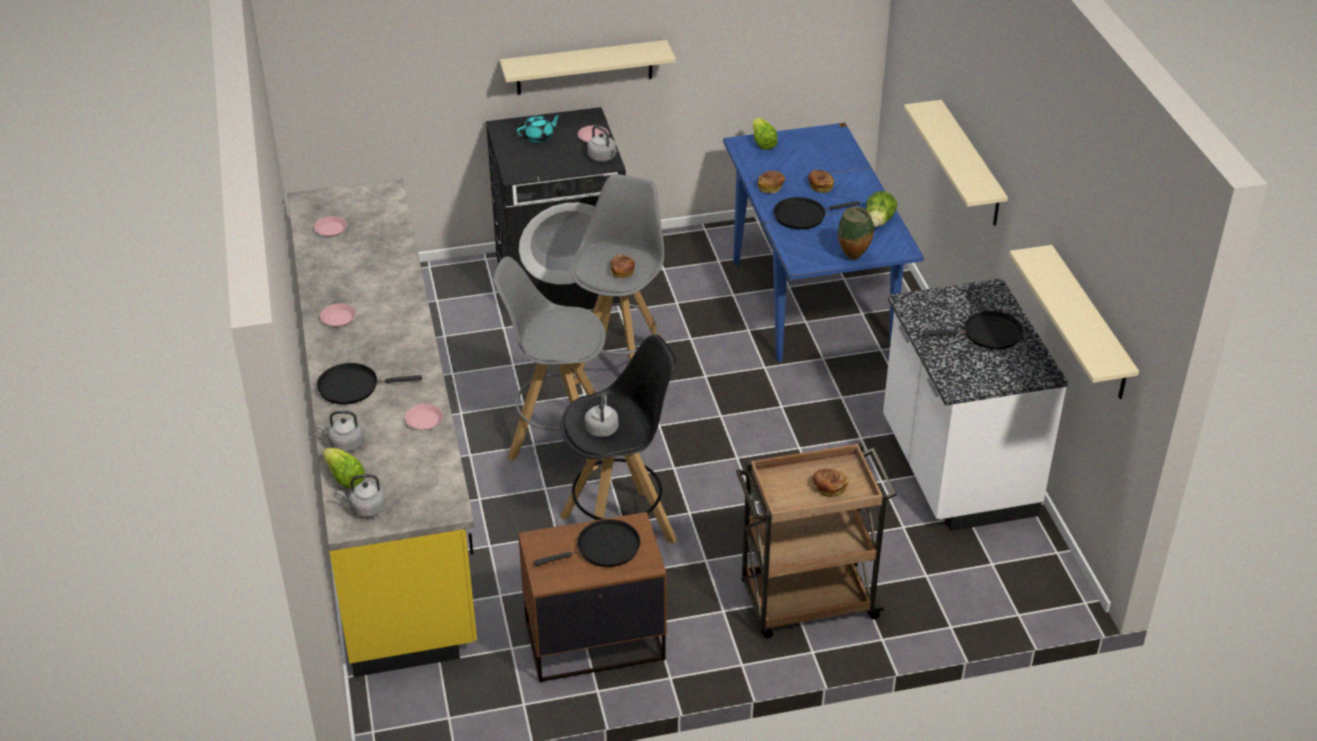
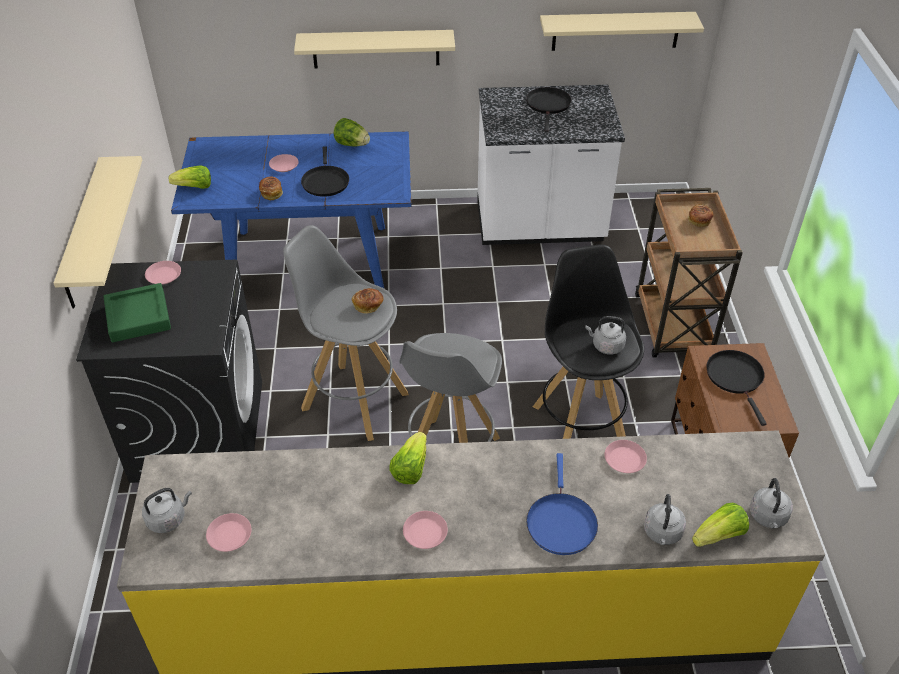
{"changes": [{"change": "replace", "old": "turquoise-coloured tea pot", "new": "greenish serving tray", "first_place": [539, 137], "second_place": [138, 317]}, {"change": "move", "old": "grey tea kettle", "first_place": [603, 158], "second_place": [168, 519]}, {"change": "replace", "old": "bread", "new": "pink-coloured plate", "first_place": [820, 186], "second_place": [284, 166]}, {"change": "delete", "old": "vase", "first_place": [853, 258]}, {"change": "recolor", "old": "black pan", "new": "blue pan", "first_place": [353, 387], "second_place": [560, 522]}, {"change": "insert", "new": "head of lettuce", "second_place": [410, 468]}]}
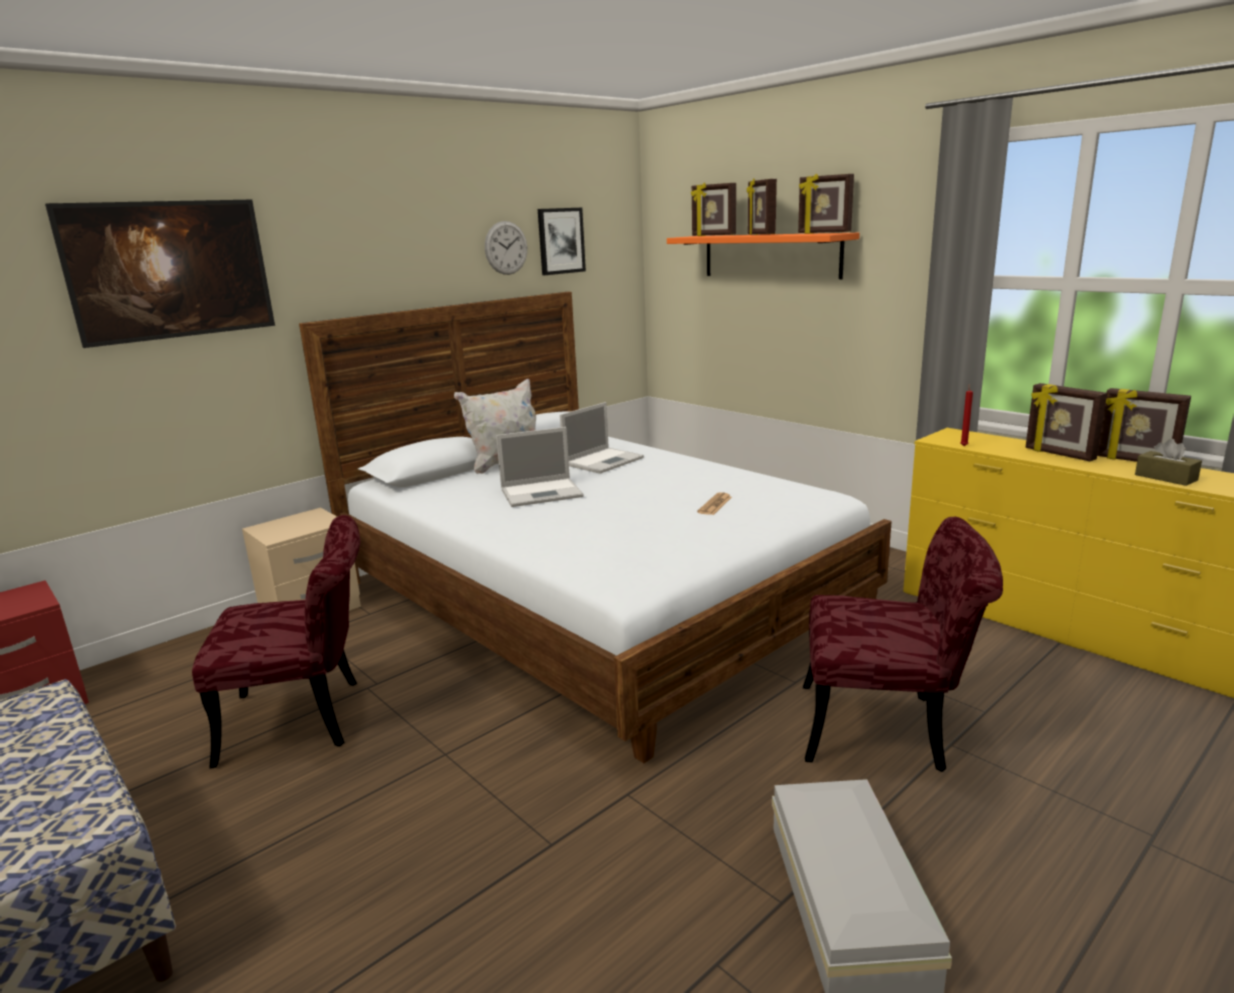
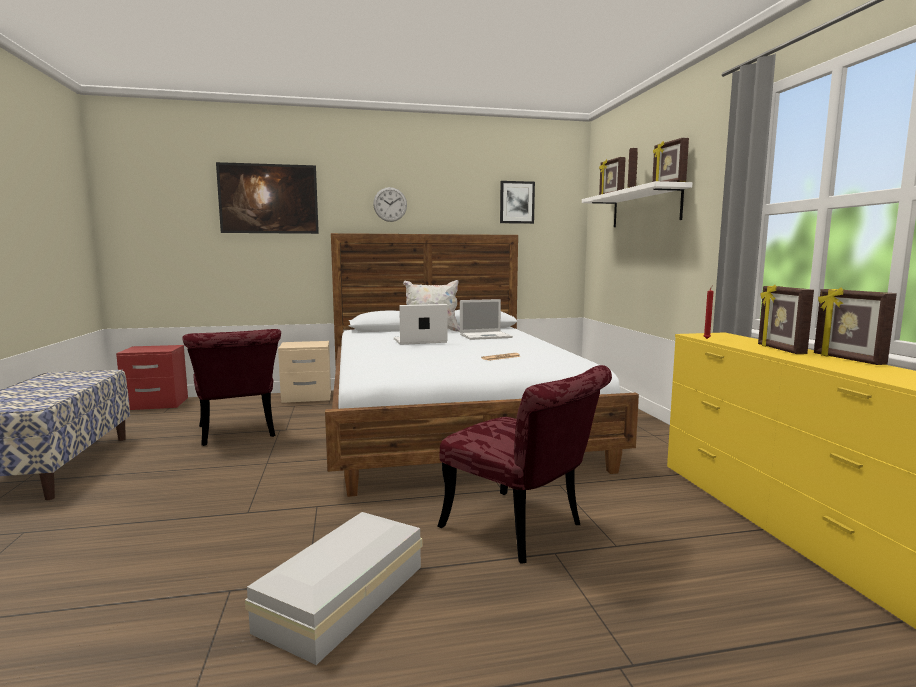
{"changes": [{"change": "move", "old": "hanging clock", "first_place": [506, 248], "second_place": [390, 204]}, {"change": "recolor", "old": "orange-coloured bracket shelf", "new": "whitish bracket shelf", "first_place": [770, 256], "second_place": [645, 208]}, {"change": "rotate", "old": "portable computer", "first_place": [543, 493], "second_place": [419, 341], "degrees": 150}, {"change": "delete", "old": "brown tissue box", "first_place": [1165, 477]}, {"change": "rotate", "old": "reddish upright chair", "first_place": [308, 718], "second_place": [238, 434], "degrees": 45}]}
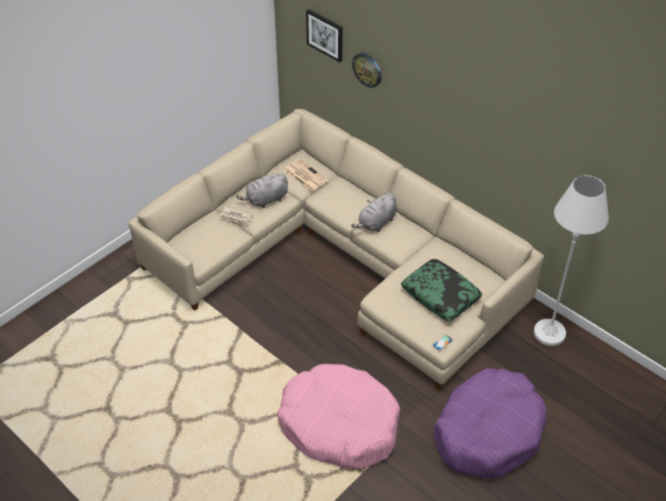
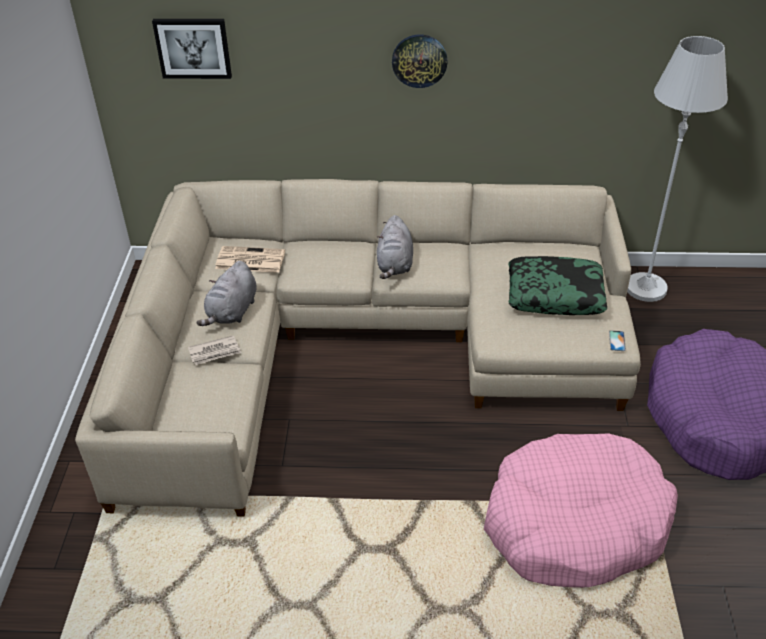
{"changes": [{"change": "move", "old": "hanging clock", "first_place": [367, 69], "second_place": [419, 60]}]}
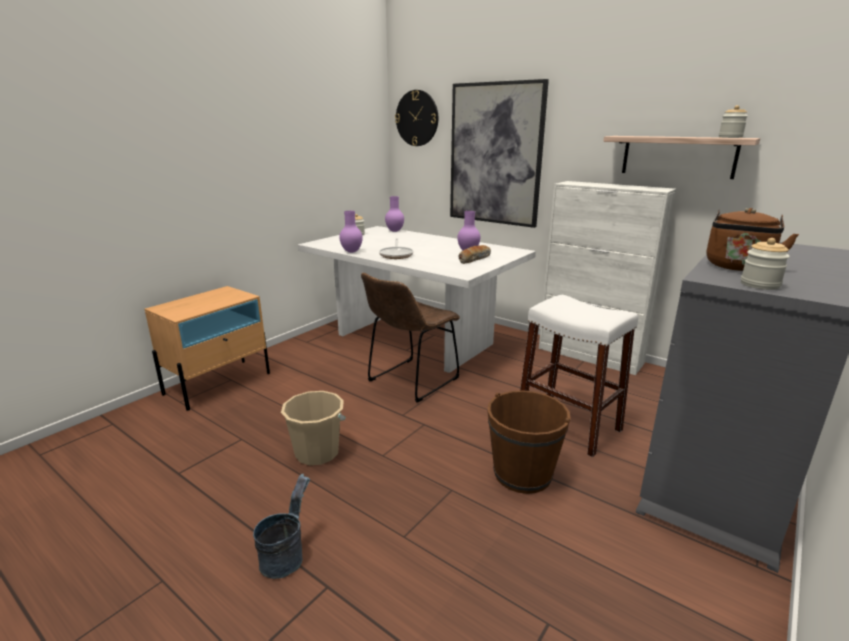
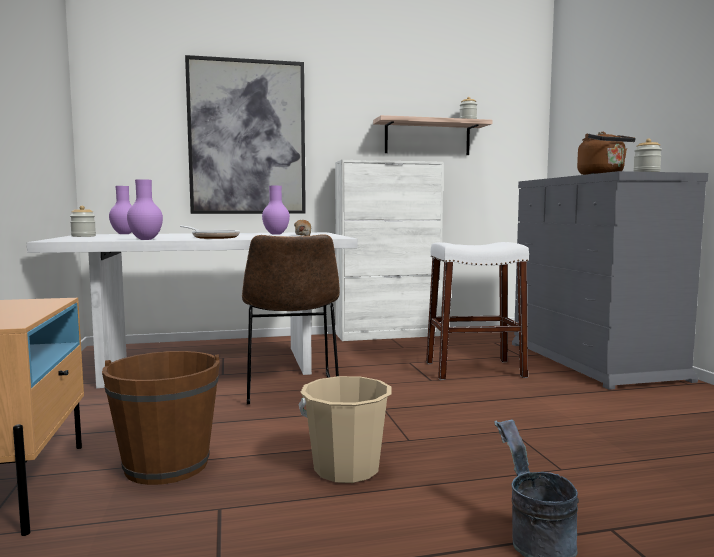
{"changes": [{"change": "delete", "old": "hanging clock", "first_place": [417, 118]}, {"change": "move", "old": "brown water bucket", "first_place": [522, 474], "second_place": [166, 466]}]}
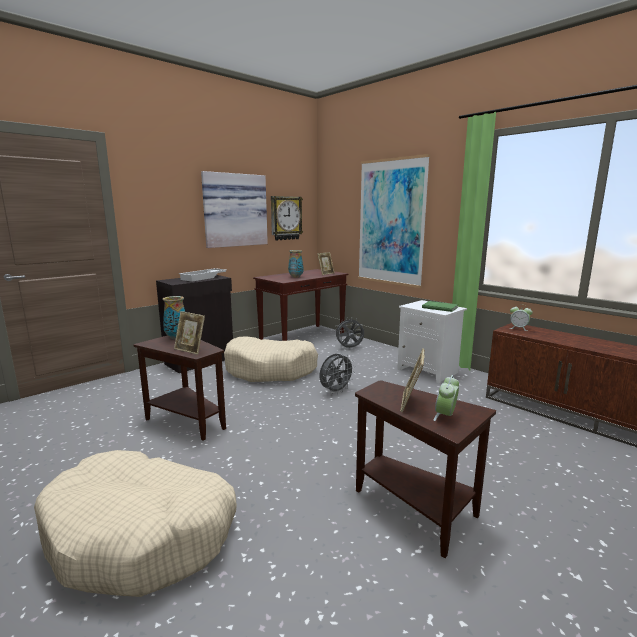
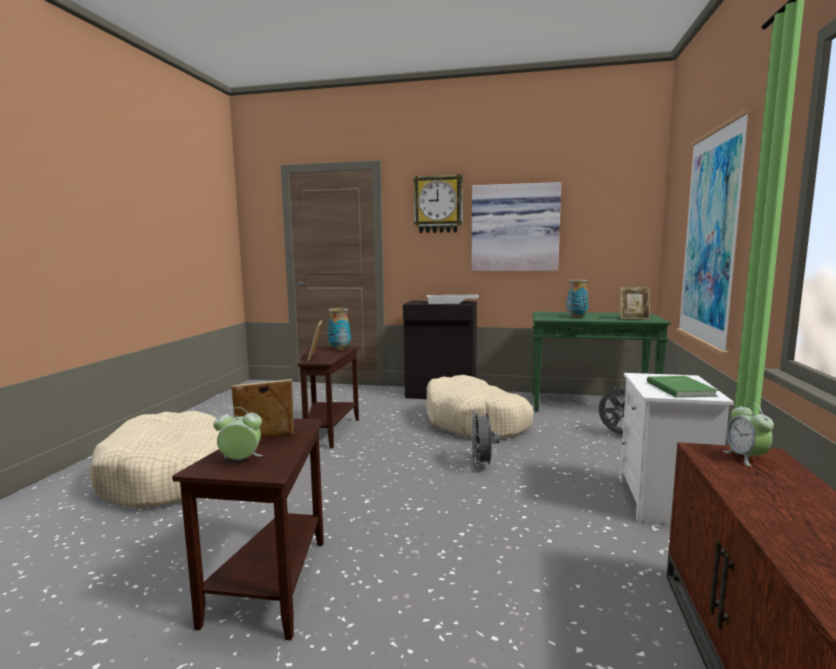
{"changes": [{"change": "move", "old": "hanging clock", "first_place": [285, 218], "second_place": [438, 204]}, {"change": "recolor", "old": "brown hall table", "new": "greenish hall table", "first_place": [303, 337], "second_place": [592, 405]}, {"change": "rotate", "old": "grey electric fan", "first_place": [335, 391], "second_place": [482, 465], "degrees": 75}]}
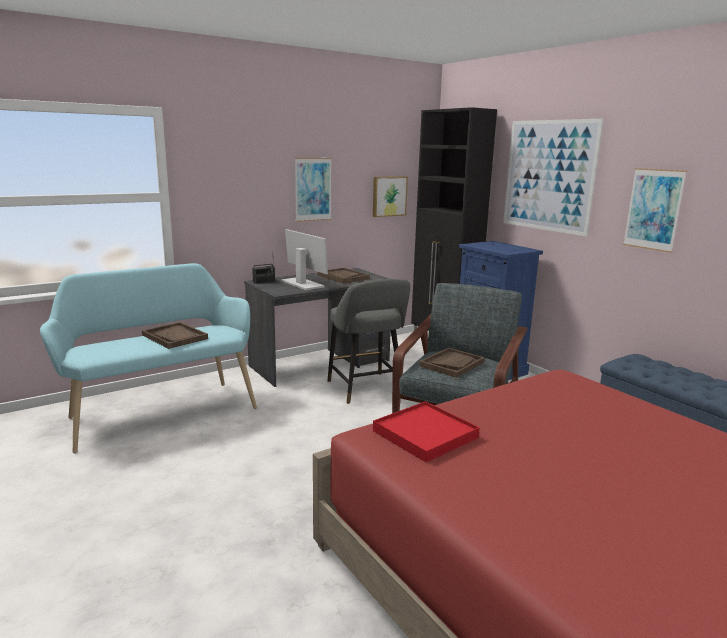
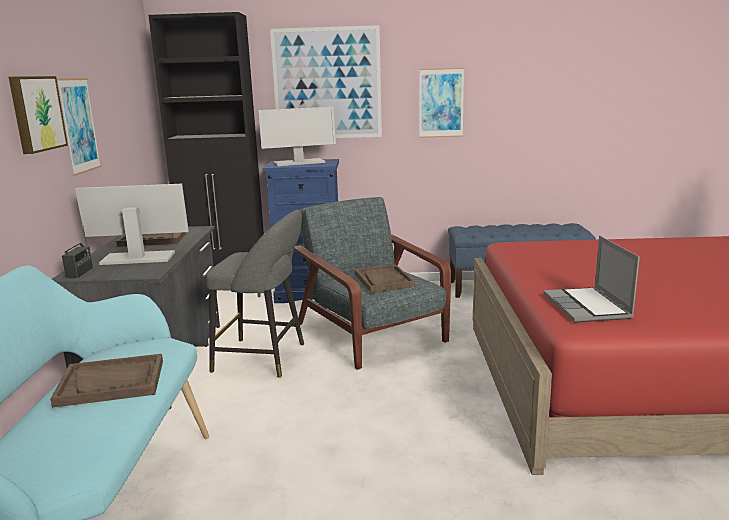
{"changes": [{"change": "move", "old": "wall art", "first_place": [389, 196], "second_place": [35, 113]}, {"change": "replace", "old": "reddish serving tray", "new": "portable computer", "first_place": [425, 434], "second_place": [588, 307]}, {"change": "insert", "new": "computer screen", "second_place": [298, 163]}]}
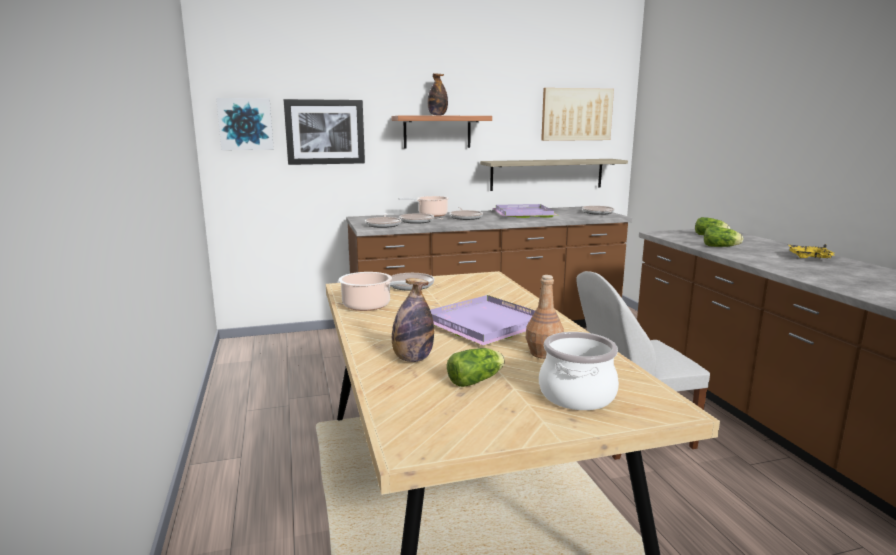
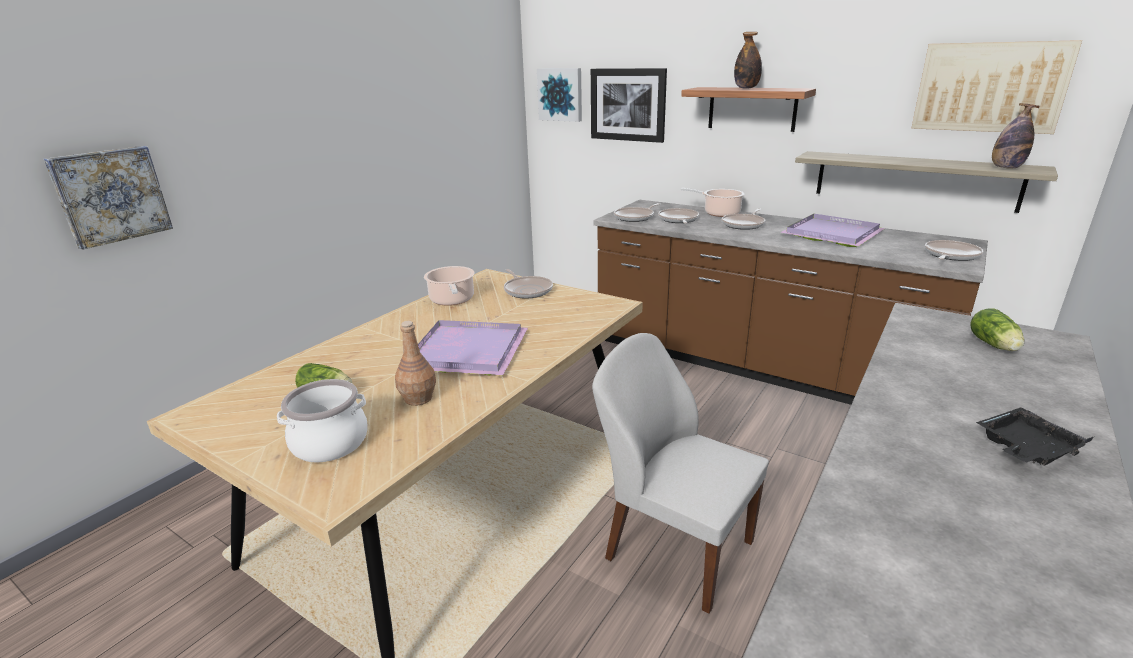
{"changes": [{"change": "delete", "old": "head of lettuce", "first_place": [722, 247]}, {"change": "recolor", "old": "yellow serving tray", "new": "black serving tray", "first_place": [810, 258], "second_place": [1025, 448]}, {"change": "move", "old": "beverage bottle", "first_place": [412, 359], "second_place": [1006, 167]}, {"change": "insert", "new": "wall art", "second_place": [111, 195]}]}
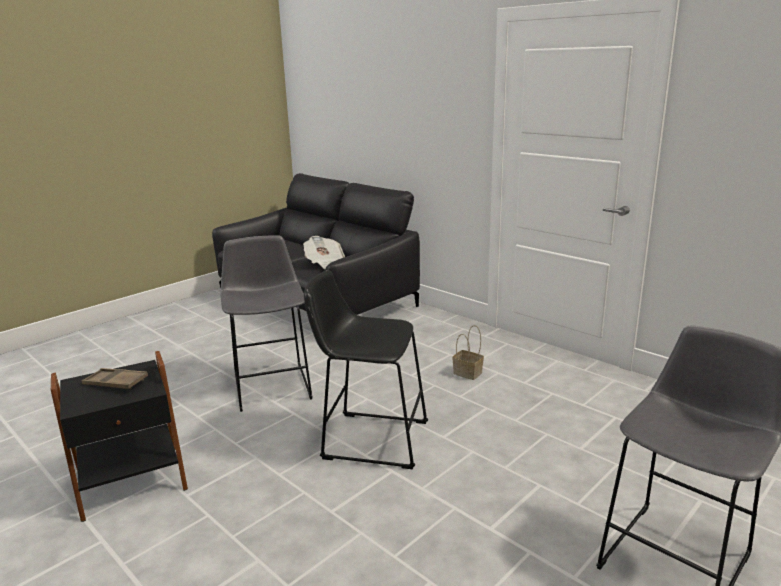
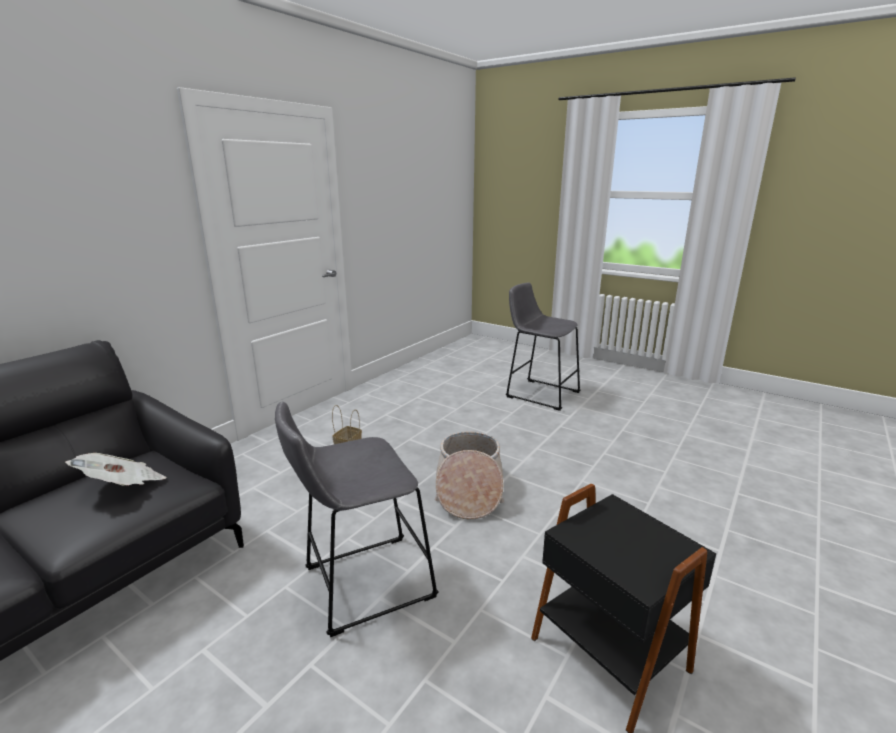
{"changes": [{"change": "replace", "old": "black stool seat", "new": "storage basket", "first_place": [370, 439], "second_place": [468, 490]}, {"change": "delete", "old": "brown serving tray", "first_place": [115, 383]}]}
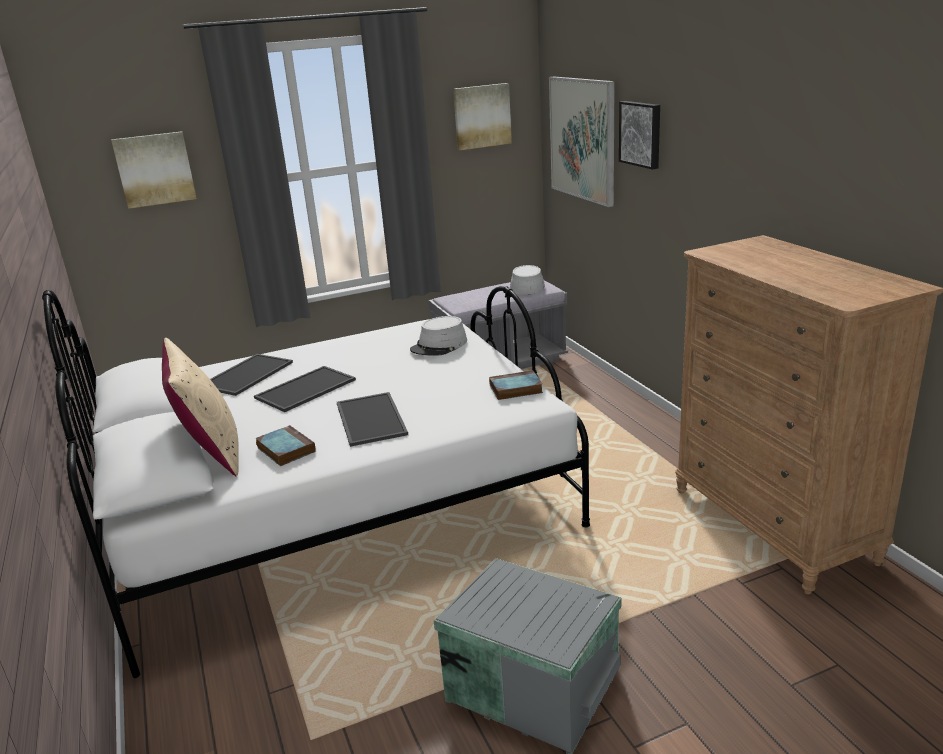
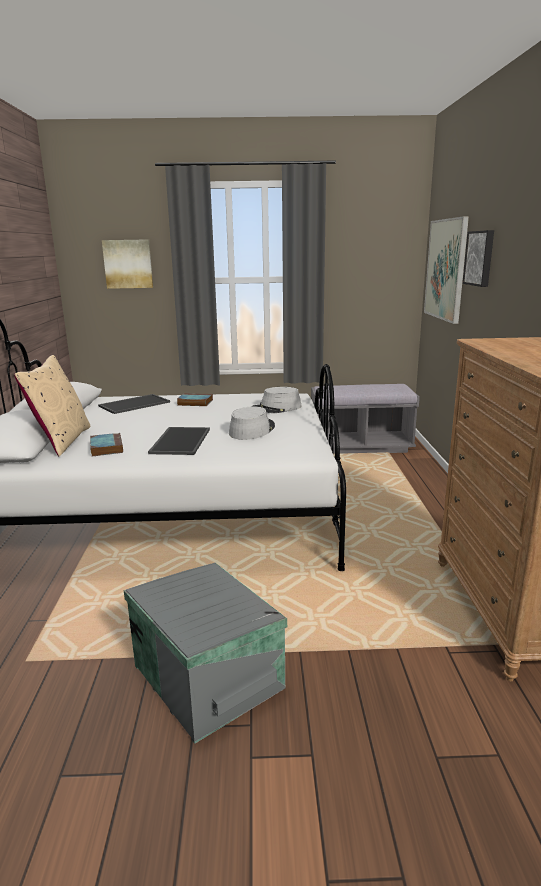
{"changes": [{"change": "delete", "old": "wall art", "first_place": [482, 116]}, {"change": "move", "old": "grey clothing hat", "first_place": [526, 286], "second_place": [251, 430]}, {"change": "delete", "old": "serving tray", "first_place": [305, 389]}, {"change": "move", "old": "book", "first_place": [515, 389], "second_place": [194, 402]}]}
